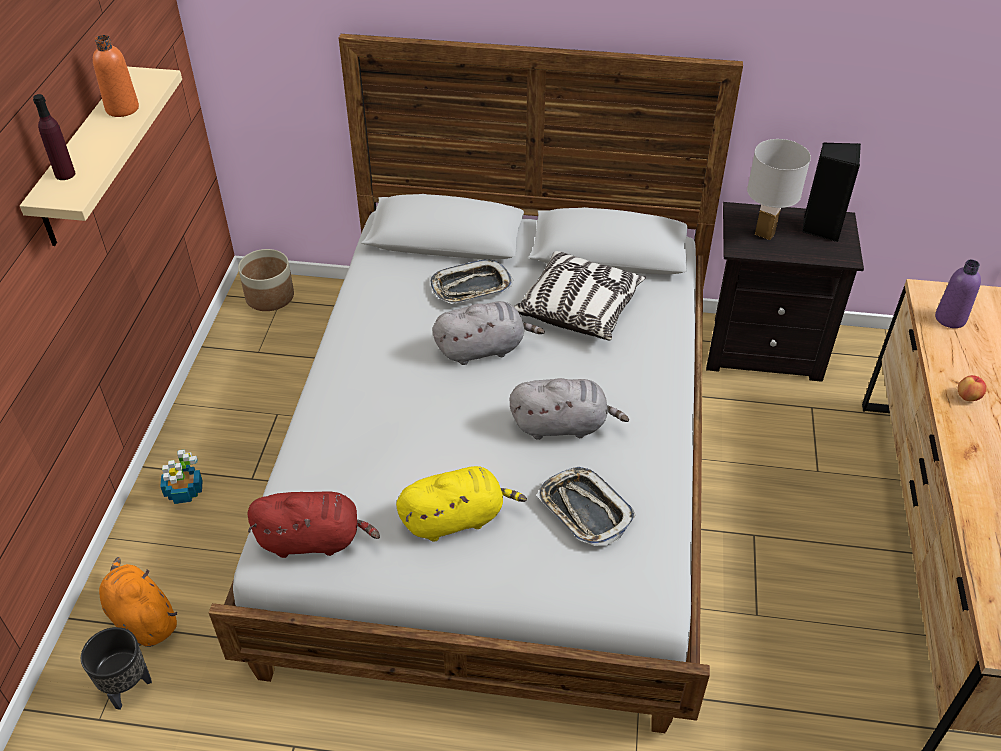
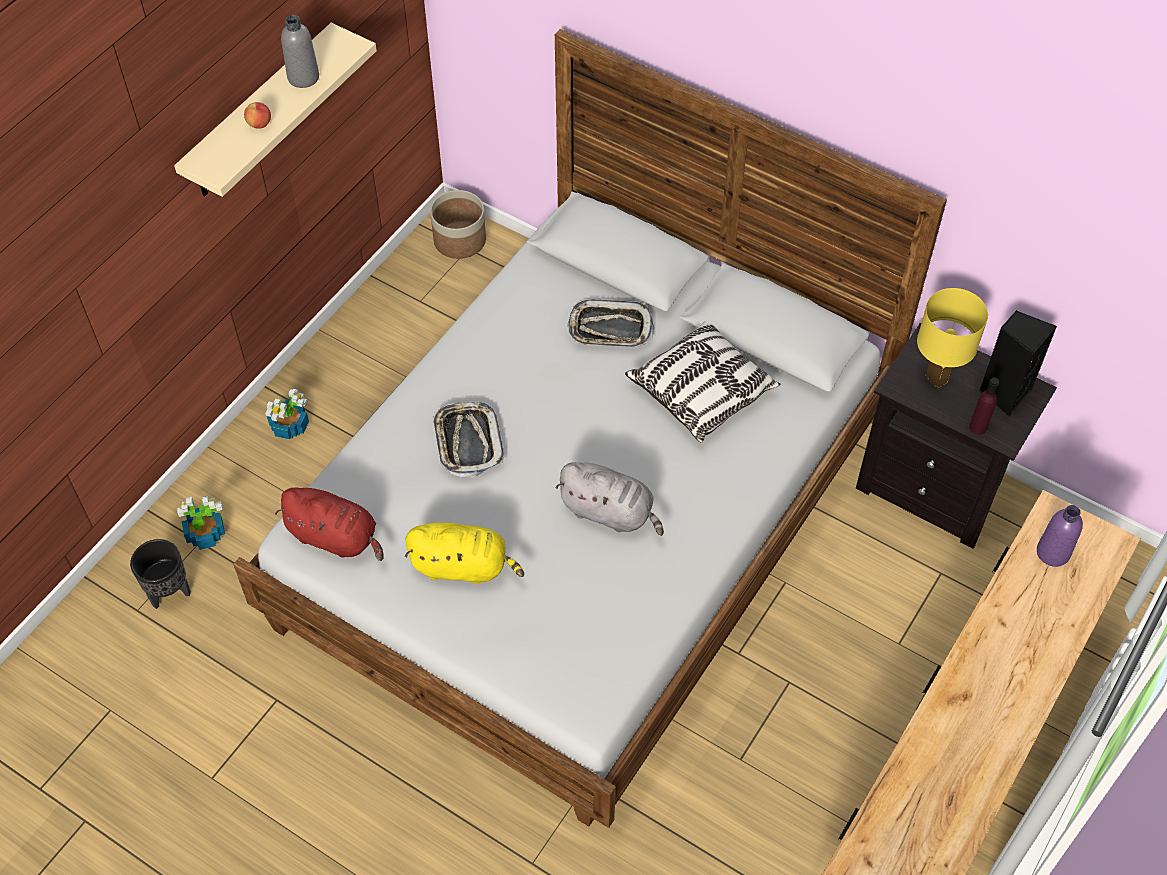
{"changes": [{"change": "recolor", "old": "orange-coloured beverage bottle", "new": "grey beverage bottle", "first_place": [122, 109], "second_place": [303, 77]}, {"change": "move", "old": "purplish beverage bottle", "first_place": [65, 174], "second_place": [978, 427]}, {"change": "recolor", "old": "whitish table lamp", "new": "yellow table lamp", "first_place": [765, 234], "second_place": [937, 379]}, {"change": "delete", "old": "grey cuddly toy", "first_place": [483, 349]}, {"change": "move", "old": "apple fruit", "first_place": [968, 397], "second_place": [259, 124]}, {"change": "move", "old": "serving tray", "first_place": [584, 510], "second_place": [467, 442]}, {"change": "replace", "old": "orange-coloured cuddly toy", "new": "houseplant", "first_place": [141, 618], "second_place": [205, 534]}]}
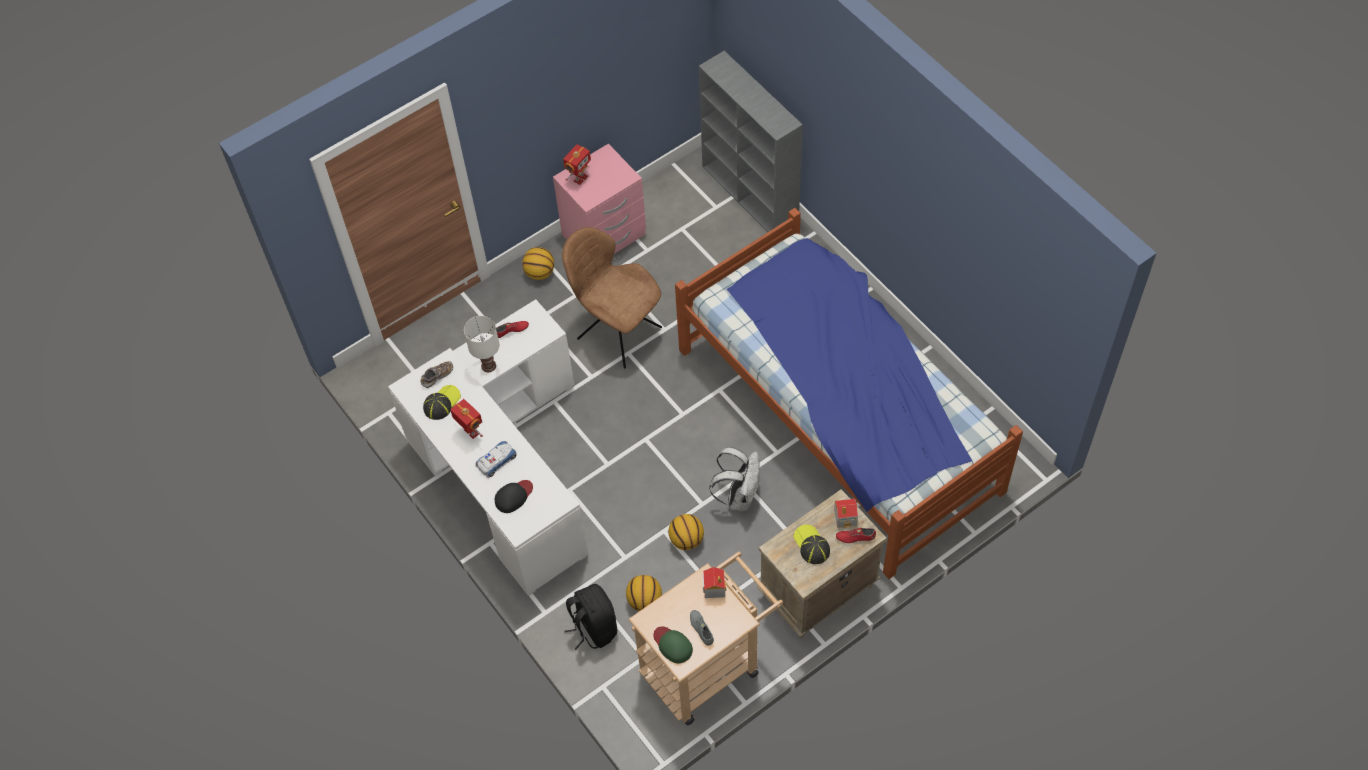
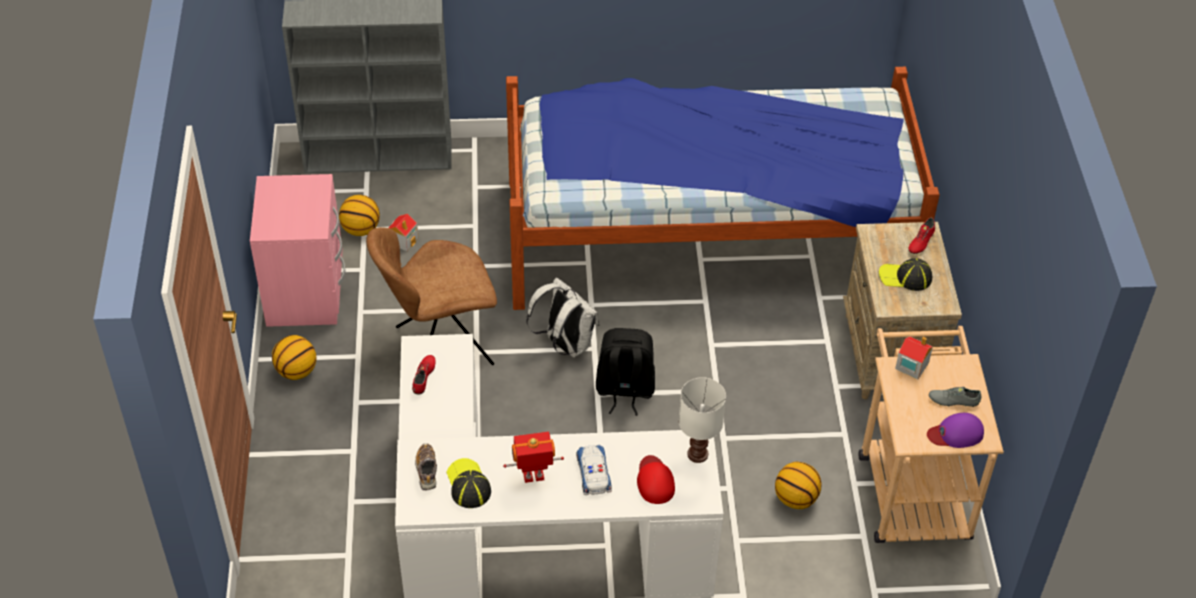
{"changes": [{"change": "delete", "old": "toy robot", "first_place": [579, 178]}, {"change": "move", "old": "whitish table lamp", "first_place": [488, 366], "second_place": [697, 455]}, {"change": "move", "old": "whitish backpack", "first_place": [739, 496], "second_place": [565, 344]}, {"change": "recolor", "old": "black peaked cap", "new": "reddish peaked cap", "first_place": [513, 496], "second_place": [655, 481]}, {"change": "move", "old": "toy house", "first_place": [845, 517], "second_place": [404, 240]}, {"change": "move", "old": "basketball ball", "first_place": [686, 540], "second_place": [361, 229]}, {"change": "move", "old": "black backpack", "first_place": [593, 628], "second_place": [624, 390]}, {"change": "recolor", "old": "greenish peaked cap", "new": "purplish peaked cap", "first_place": [672, 645], "second_place": [956, 434]}]}
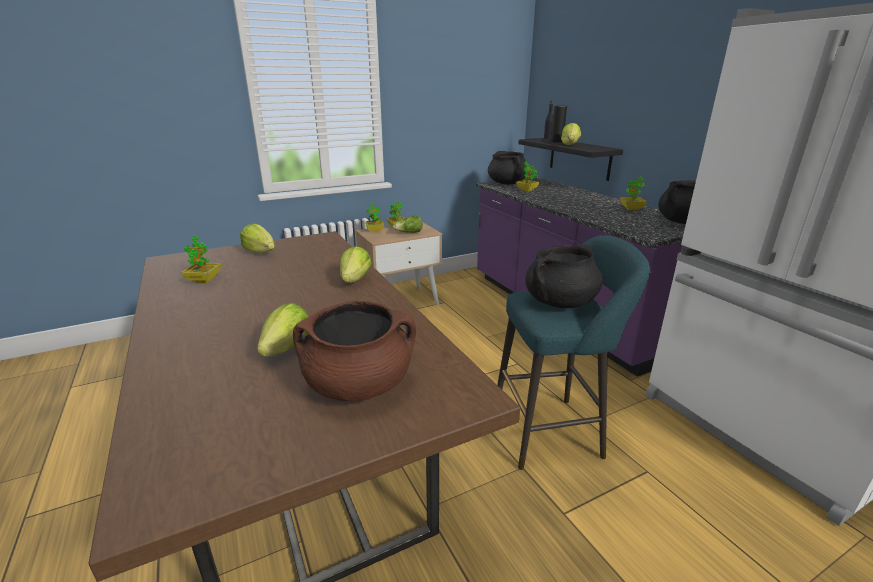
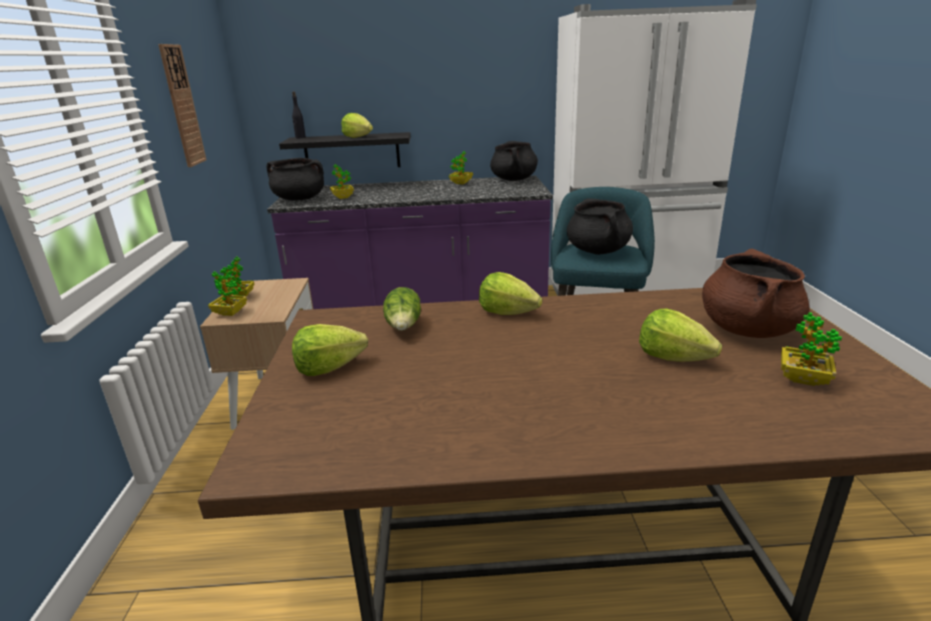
{"changes": [{"change": "delete", "old": "black vase", "first_place": [556, 141]}, {"change": "move", "old": "head of lettuce", "first_place": [409, 233], "second_place": [404, 327]}, {"change": "move", "old": "houseplant", "first_place": [204, 280], "second_place": [803, 379]}, {"change": "insert", "new": "hanging clock", "second_place": [182, 106]}]}
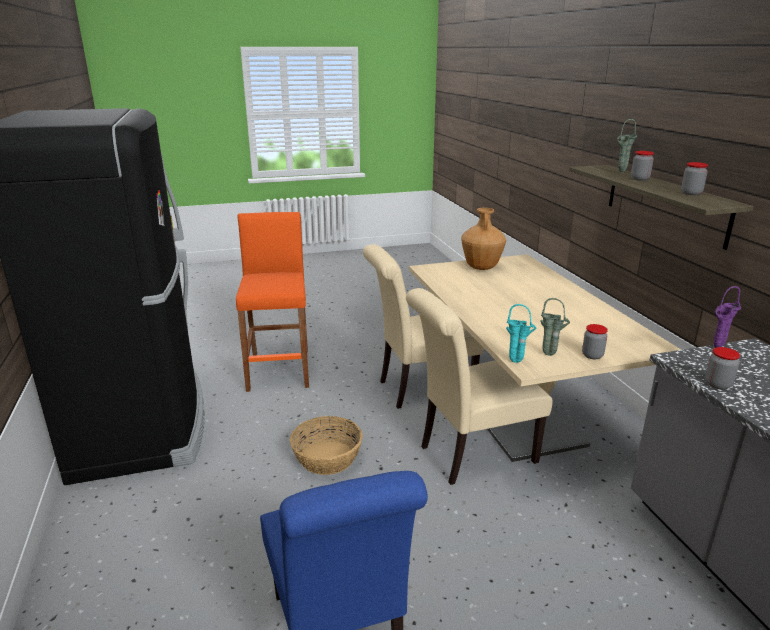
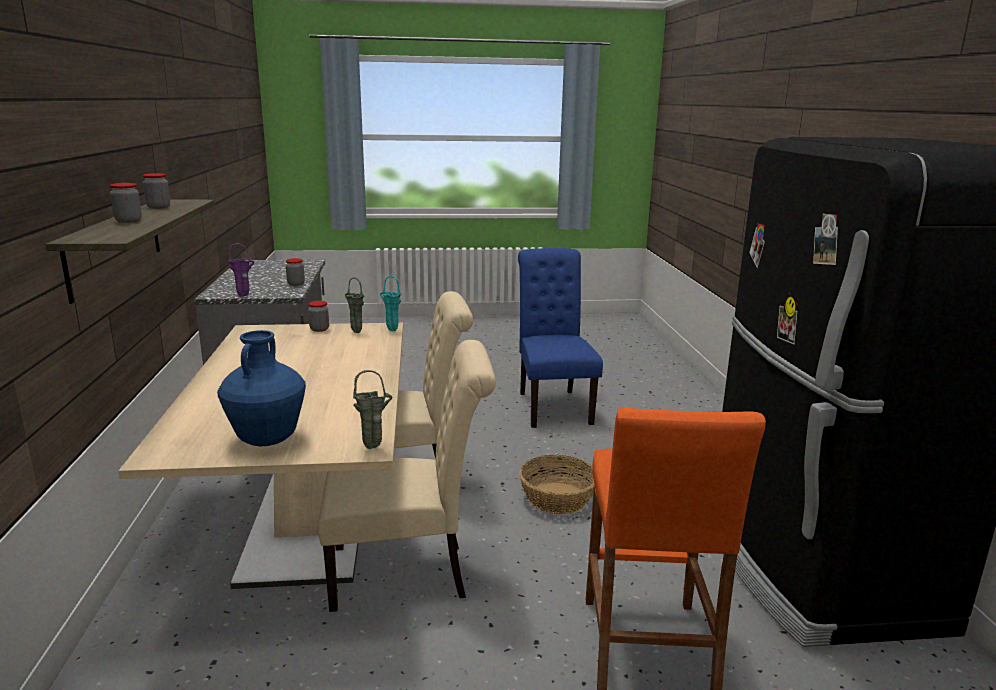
{"changes": [{"change": "move", "old": "greenish vase", "first_place": [621, 172], "second_place": [374, 447]}, {"change": "recolor", "old": "brown vase", "new": "blue vase", "first_place": [481, 267], "second_place": [267, 440]}]}
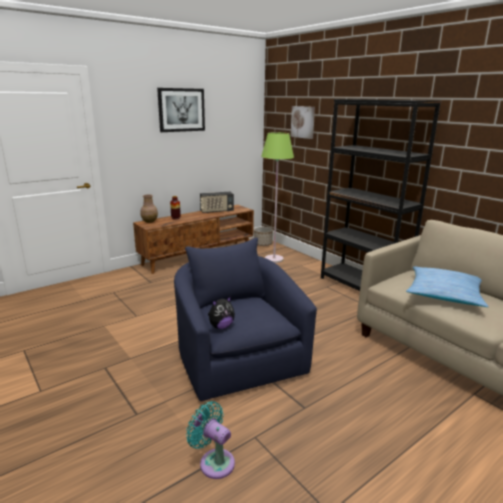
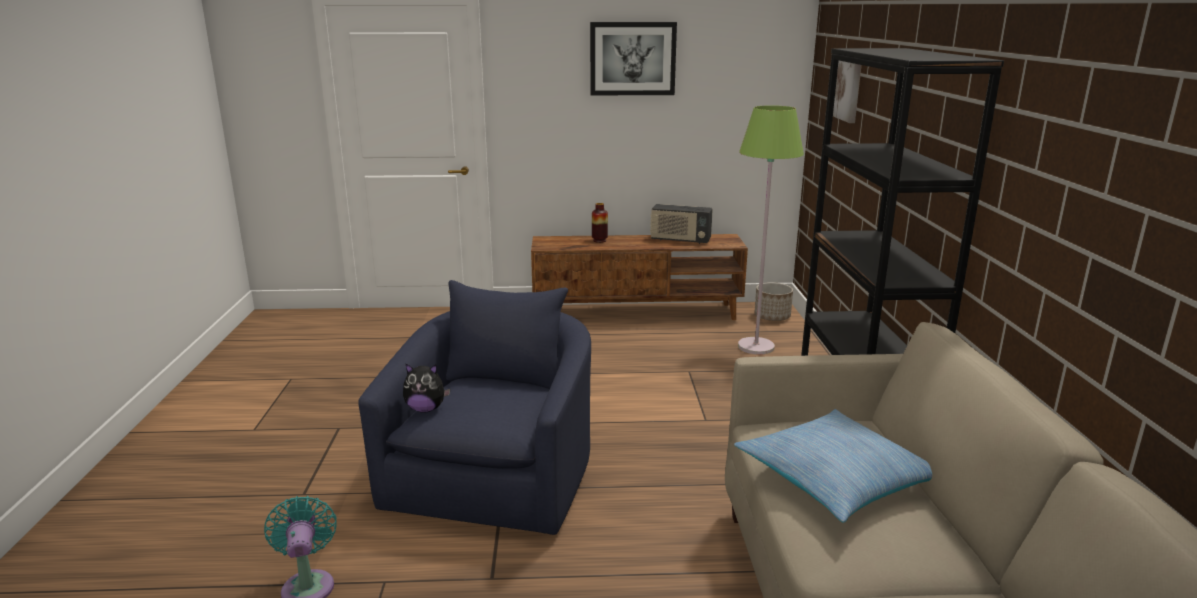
{"changes": [{"change": "delete", "old": "brown vase", "first_place": [149, 221]}]}
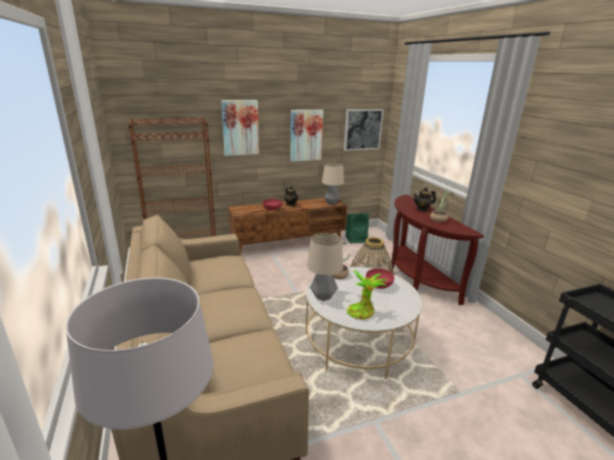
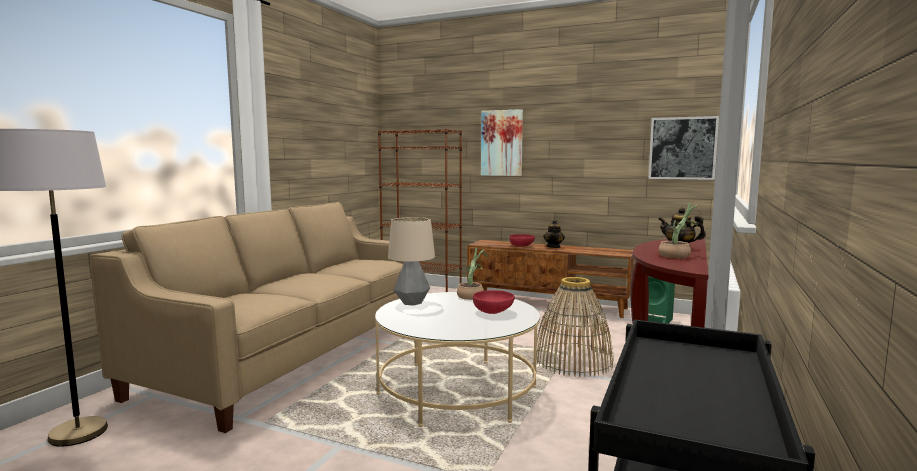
{"changes": [{"change": "delete", "old": "wall art", "first_place": [306, 135]}, {"change": "delete", "old": "table lamp", "first_place": [331, 203]}, {"change": "delete", "old": "houseplant", "first_place": [362, 312]}]}
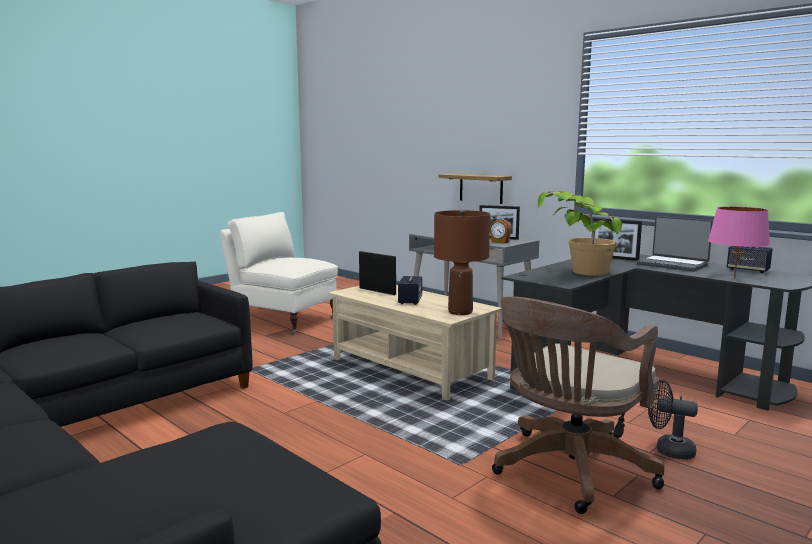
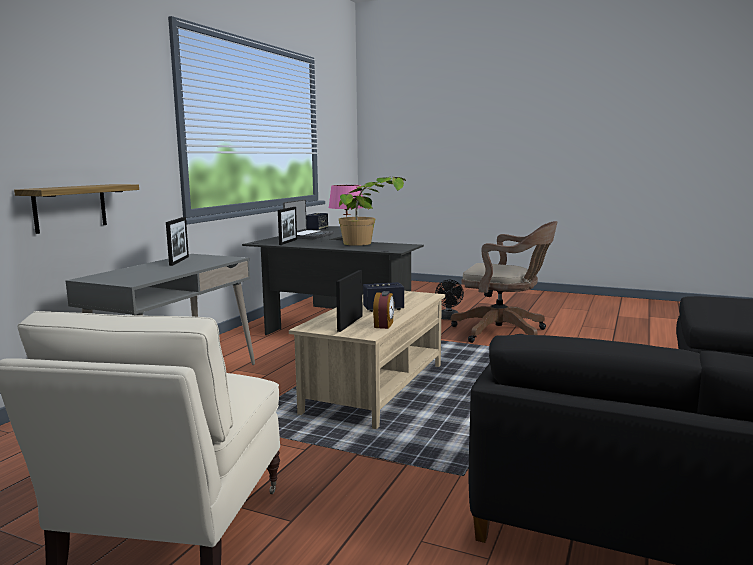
{"changes": [{"change": "delete", "old": "brown table lamp", "first_place": [460, 312]}, {"change": "move", "old": "table clock", "first_place": [499, 242], "second_place": [384, 325]}]}
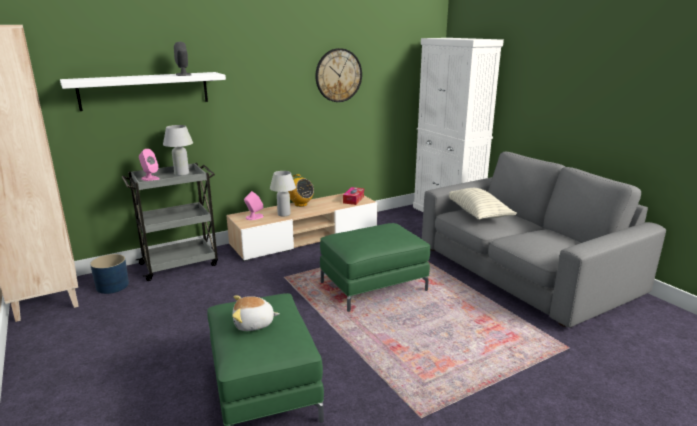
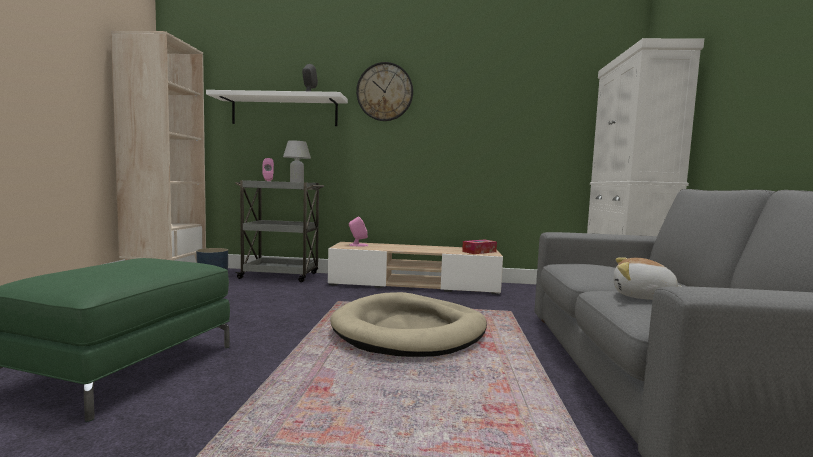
{"changes": [{"change": "move", "old": "hanging clock", "first_place": [338, 75], "second_place": [384, 92]}, {"change": "delete", "old": "whitish table lamp", "first_place": [284, 214]}, {"change": "delete", "old": "radio receiver", "first_place": [300, 204]}, {"change": "delete", "old": "cushion", "first_place": [476, 213]}, {"change": "replace", "old": "greenish footrest", "new": "beige-coloured dog cushion", "first_place": [373, 286], "second_place": [410, 331]}, {"change": "move", "old": "cuddly toy", "first_place": [254, 324], "second_place": [643, 297]}]}
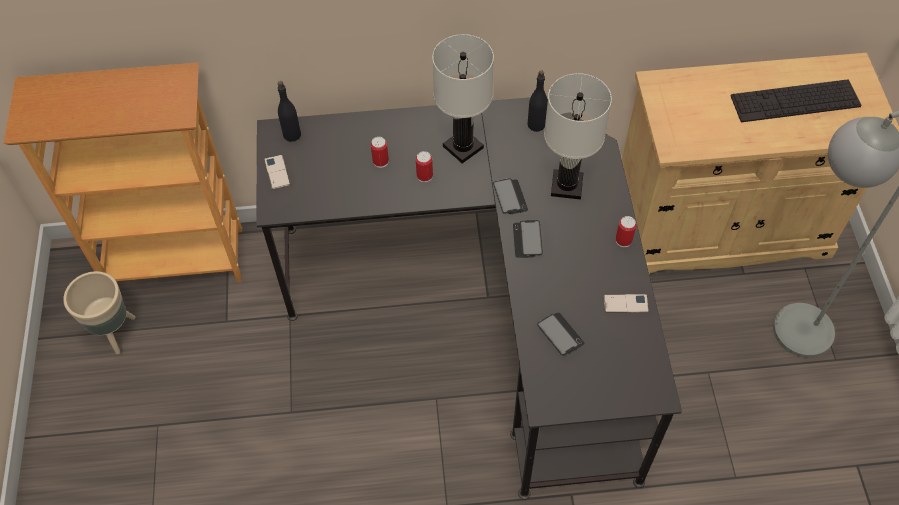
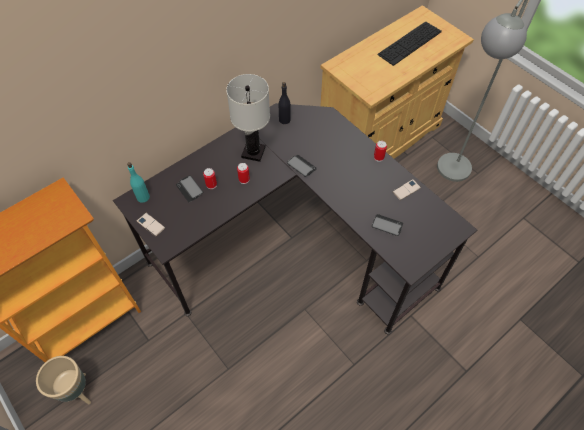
{"changes": [{"change": "delete", "old": "whitish table lamp", "first_place": [567, 185]}, {"change": "recolor", "old": "black beverage bottle", "new": "turquoise-coloured beverage bottle", "first_place": [292, 134], "second_place": [143, 197]}, {"change": "move", "old": "phone", "first_place": [527, 240], "second_place": [189, 189]}]}
